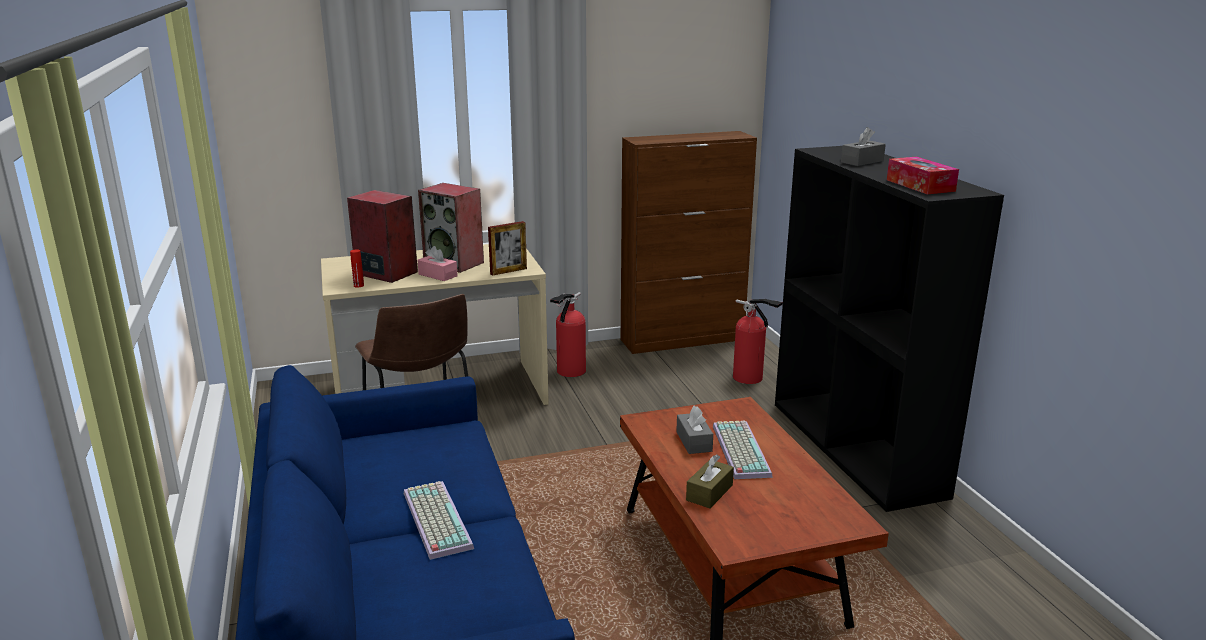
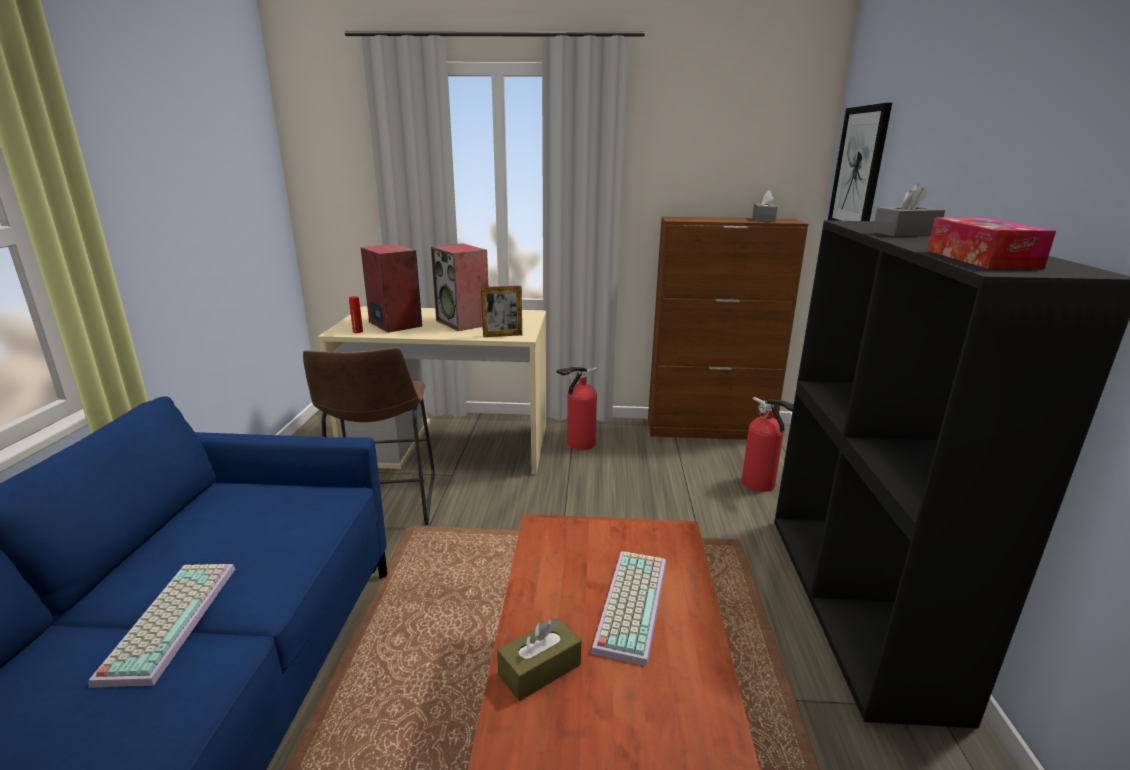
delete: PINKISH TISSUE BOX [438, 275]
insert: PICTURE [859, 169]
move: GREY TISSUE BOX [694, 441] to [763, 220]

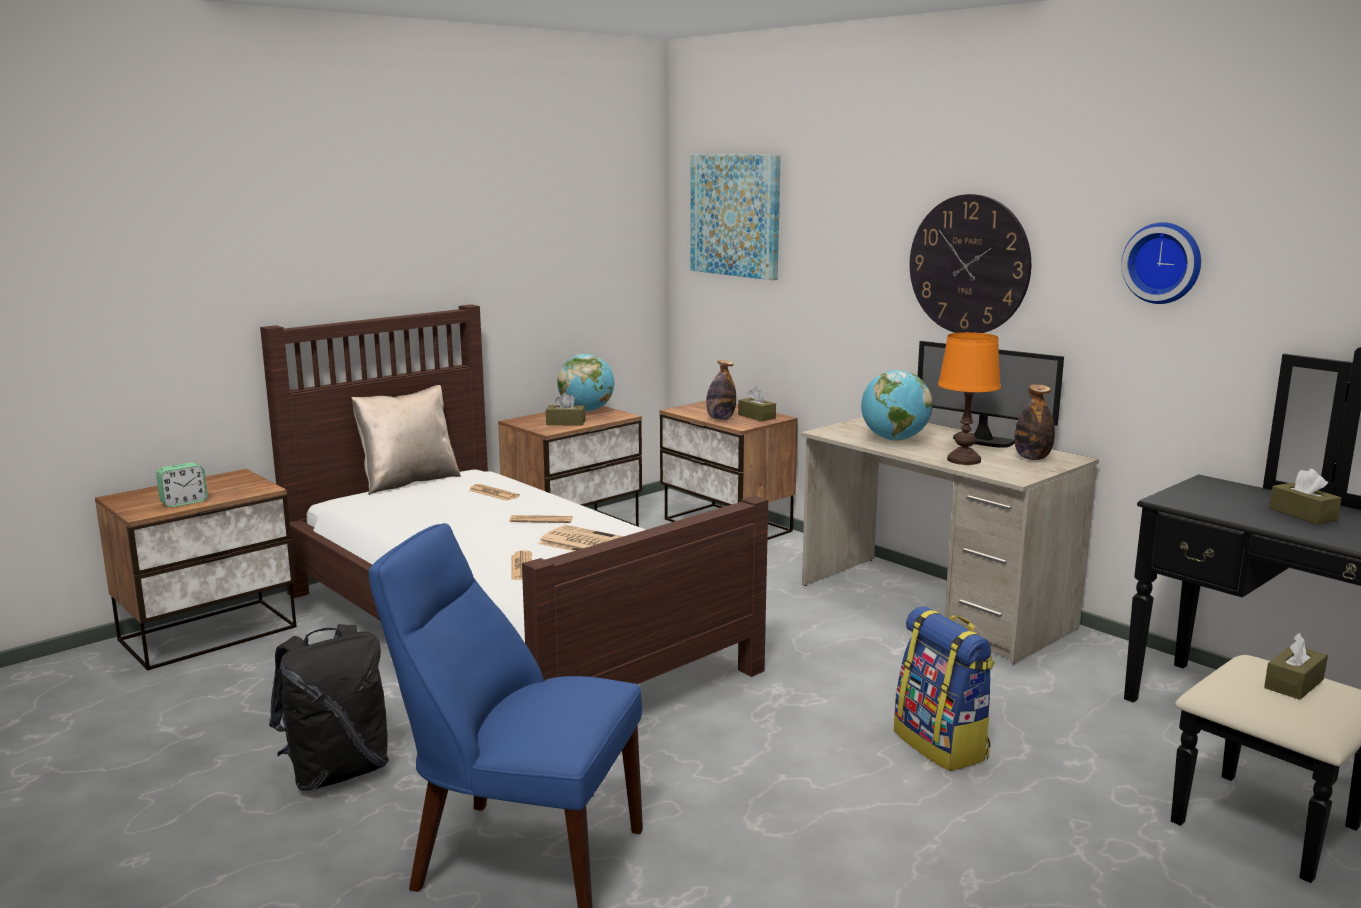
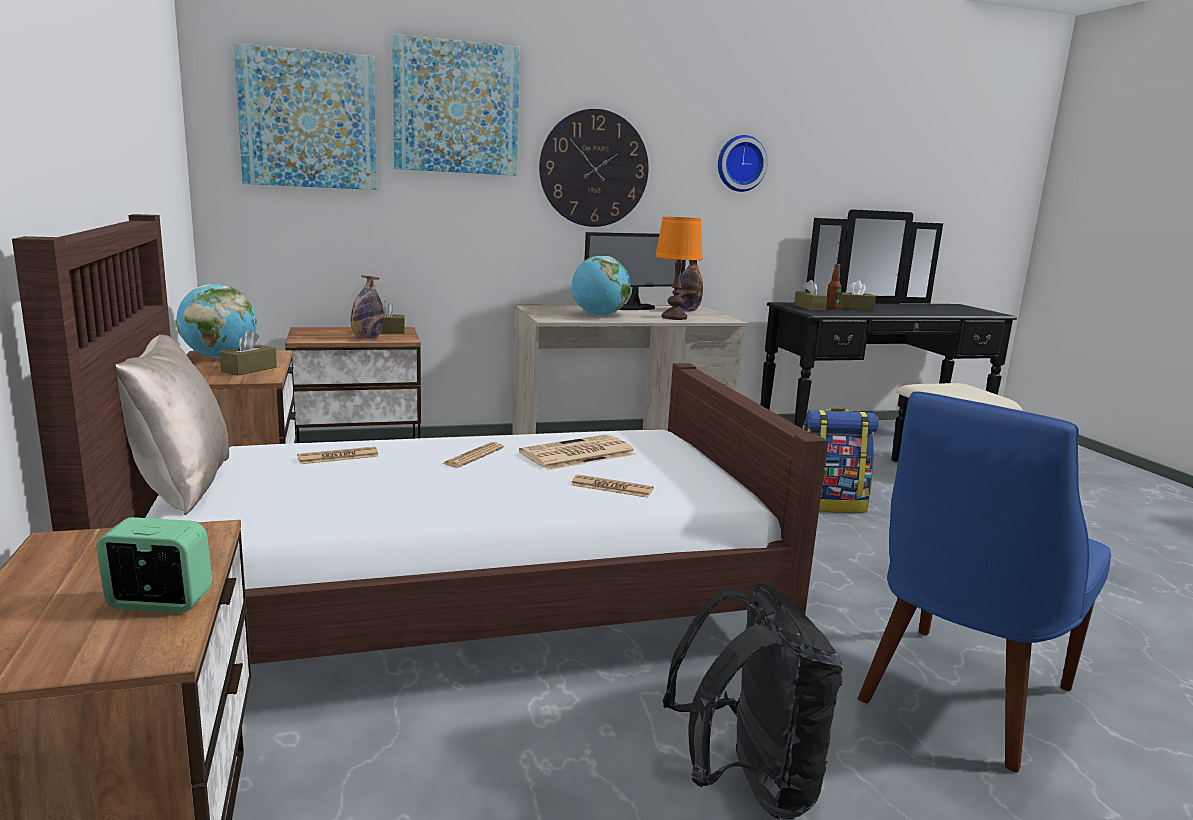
insert: PICTURE [456, 108]; BOTTLE [831, 308]
move: BROWN-COLOURED TISSUE BOX [1294, 684] to [809, 307]
rotate: ALARM CLOCK [184, 502] = [159, 602] 75 degrees counterclockwise

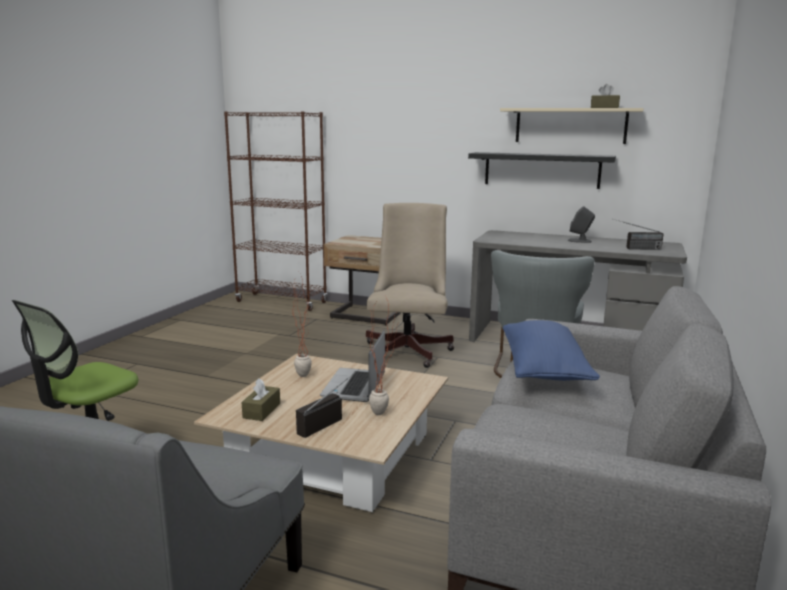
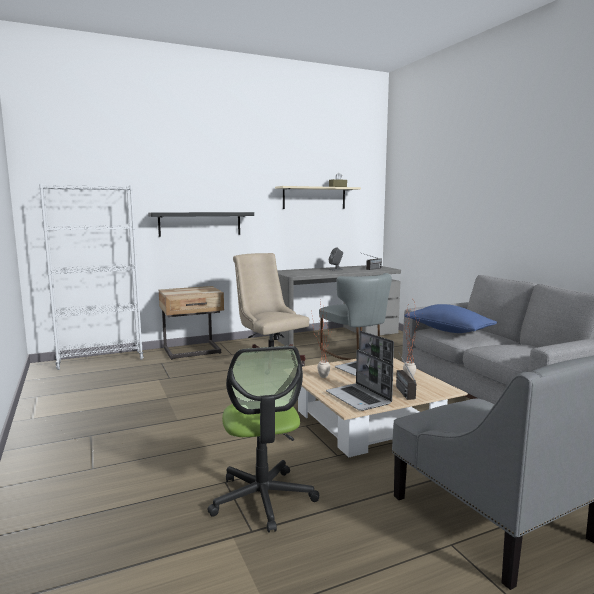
move: BLACK WALL SHELF [541, 170] to [200, 224]
replace: BROWN-COLOURED TISSUE BOX [261, 410] to PORTABLE COMPUTER [359, 398]
recolor: BROWN-COLOURED BOOKCASE [281, 302] to WHITE BOOKCASE [101, 360]

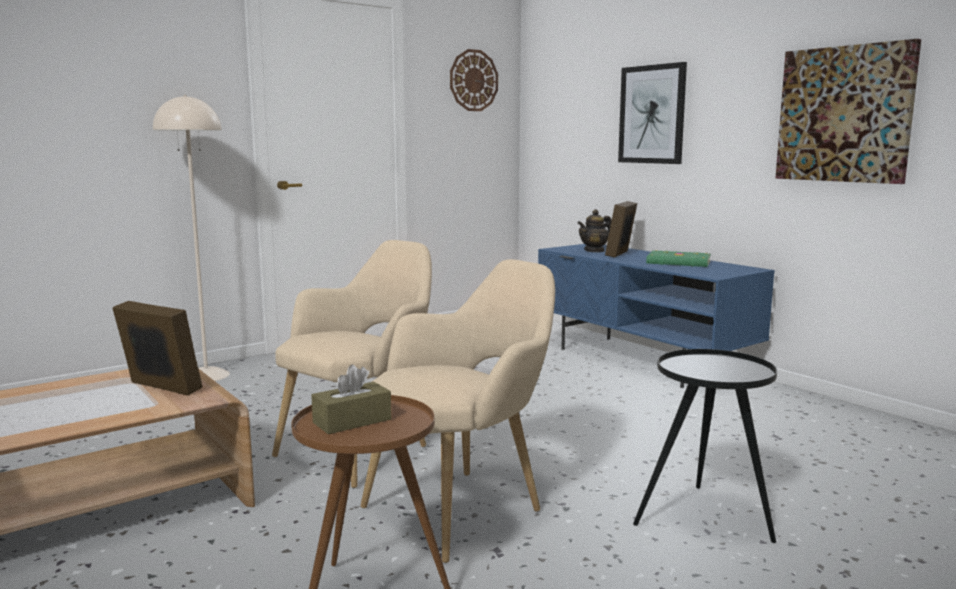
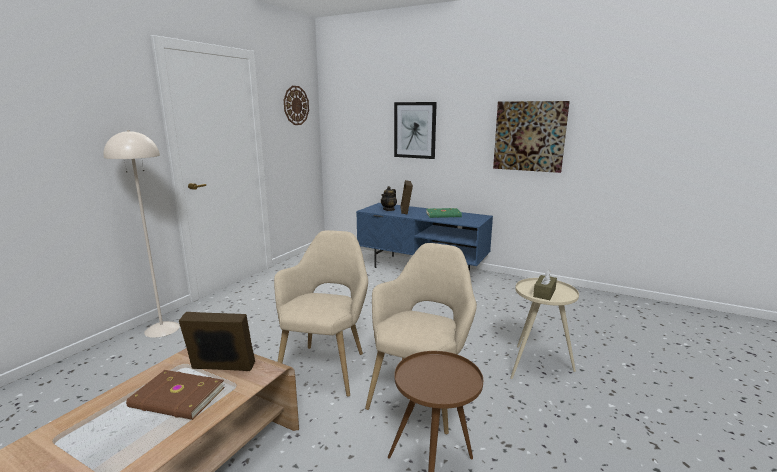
insert: BROWN-COLOURED BOUND BOOK [177, 398]
move: BROWN-COLOURED TISSUE BOX [352, 421] to [544, 293]
recolor: BLACK END TABLE [705, 520] to BEIGE END TABLE [537, 366]

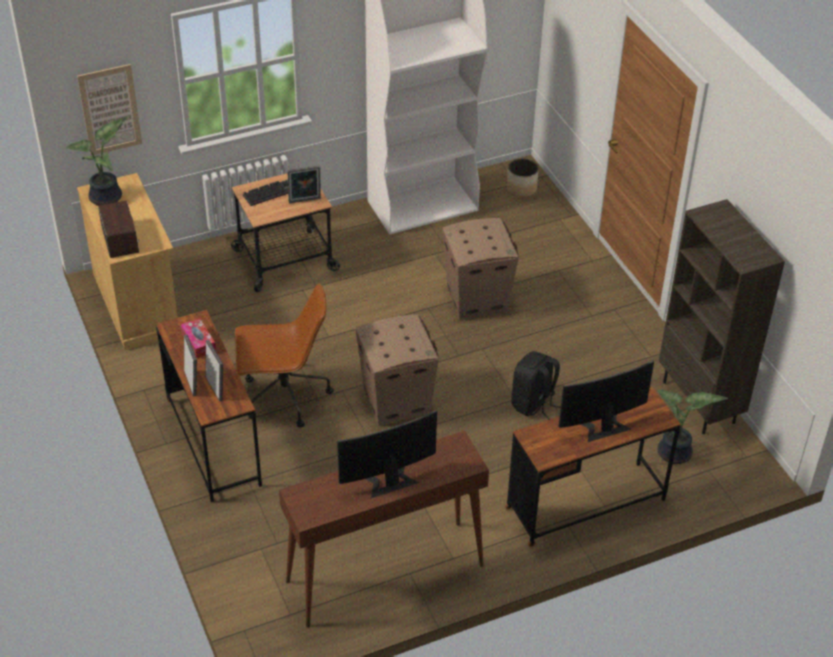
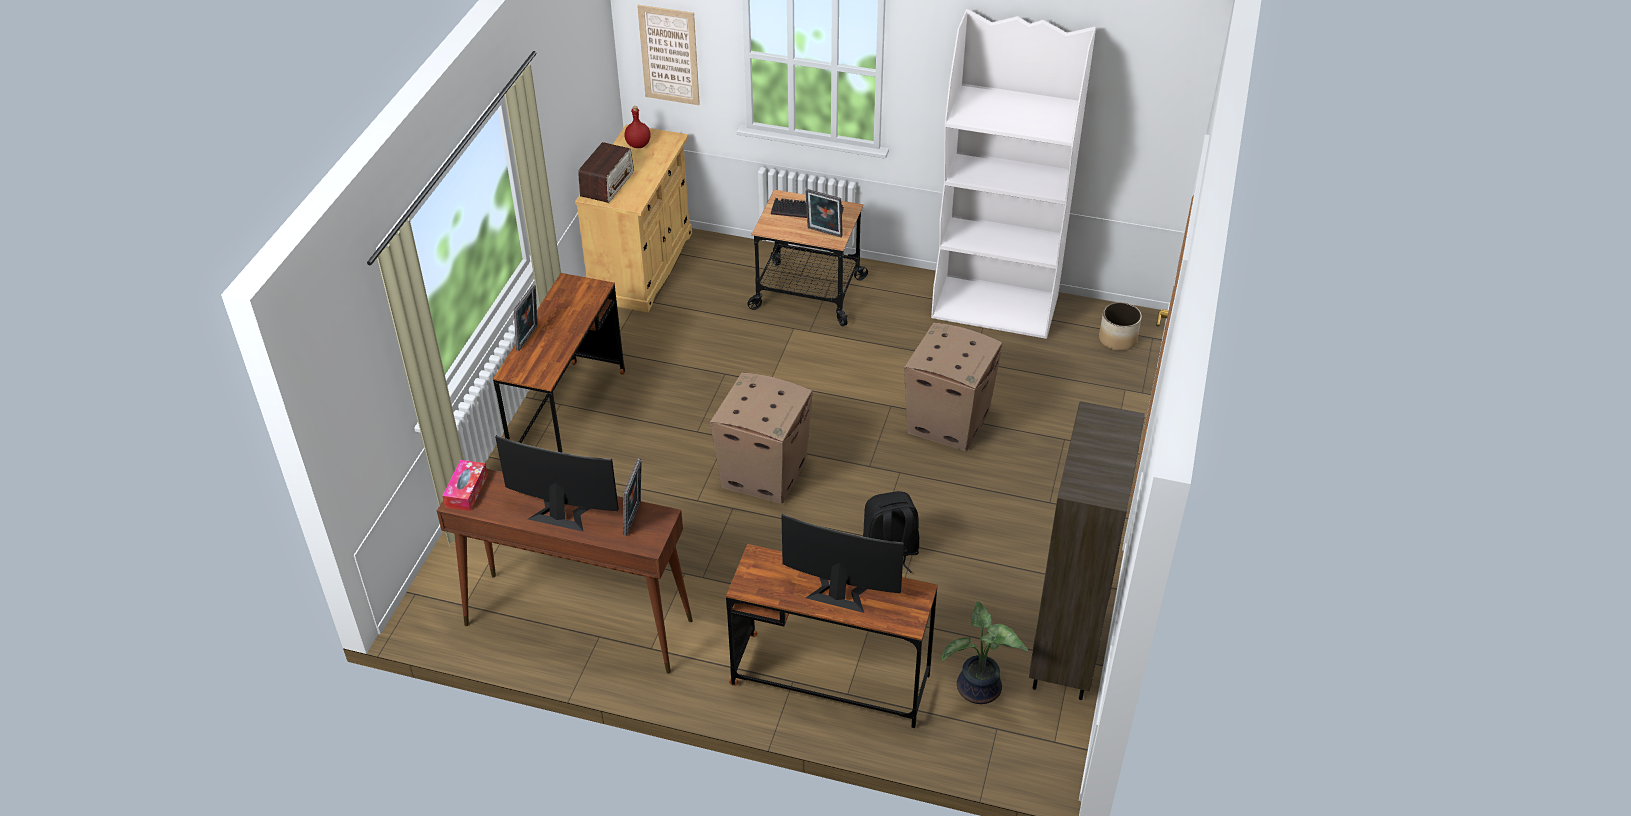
delete: BROWN-COLOURED COMPUTER CHAIR [284, 397]
move: TISSUE BOX [198, 343] to [466, 491]; PHOTO FRAME [216, 388] to [634, 518]
replace: HOUSEPLANT [108, 198] to RED-COLOURED BOTTLE [638, 145]

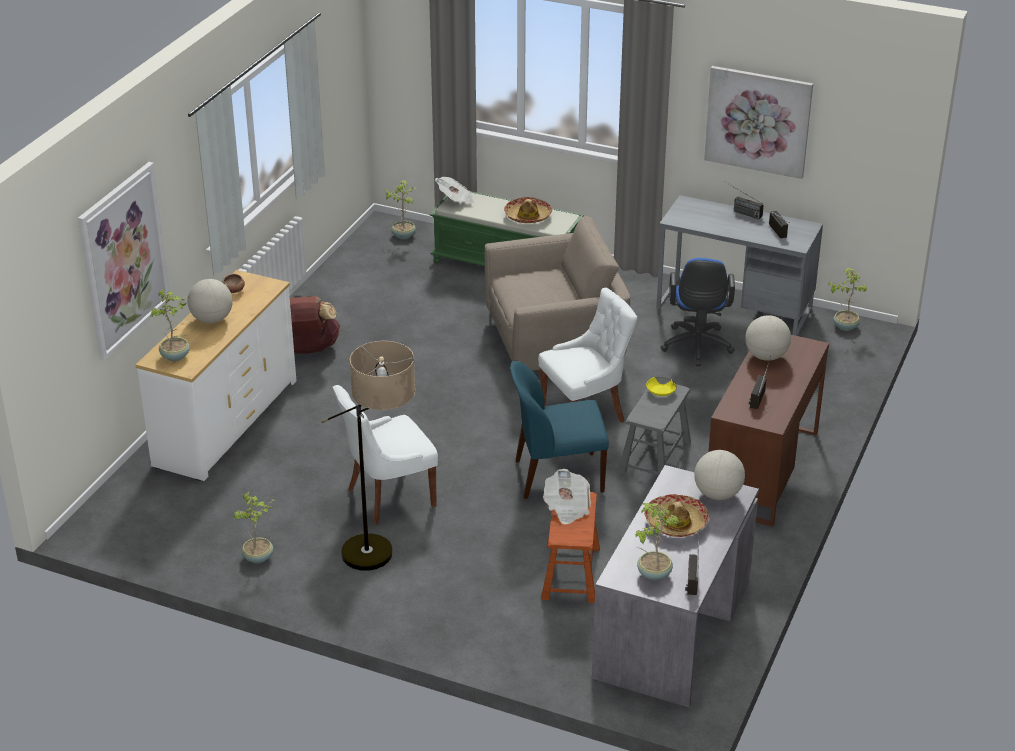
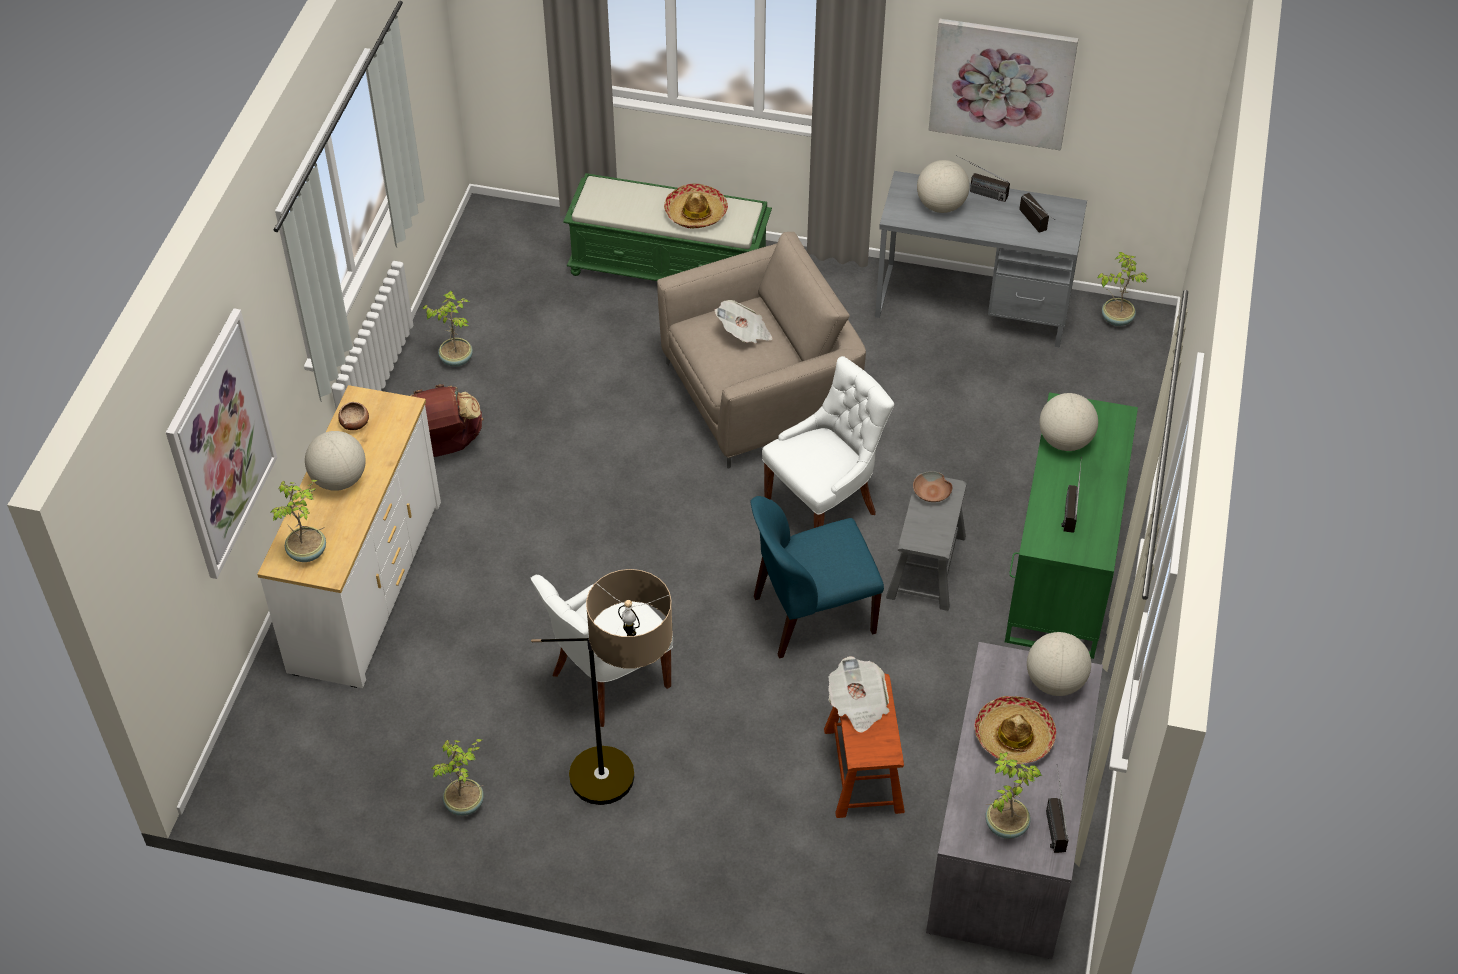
delete: BLUE COMPUTER CHAIR [696, 348]
insert: GLOBE [941, 206]
move: HOUSEPLANT [403, 235] to [456, 359]; DAILY PAPER [456, 200] to [744, 333]
recolor: YELLOW SERVING BOWL [661, 391] to BROWN-COLOURED SERVING BOWL [932, 492]; BROWN-COLOURED DESK [761, 470] to GREENISH DESK [1061, 569]

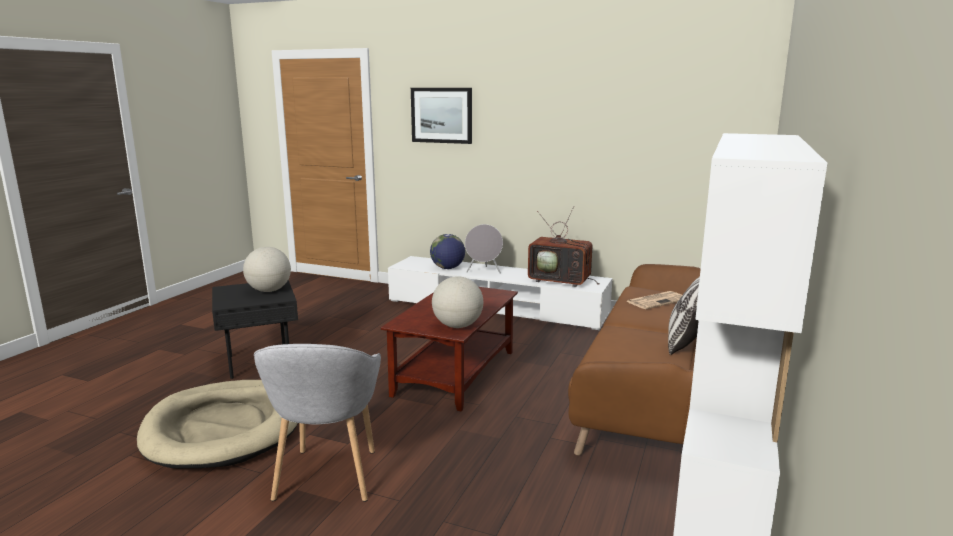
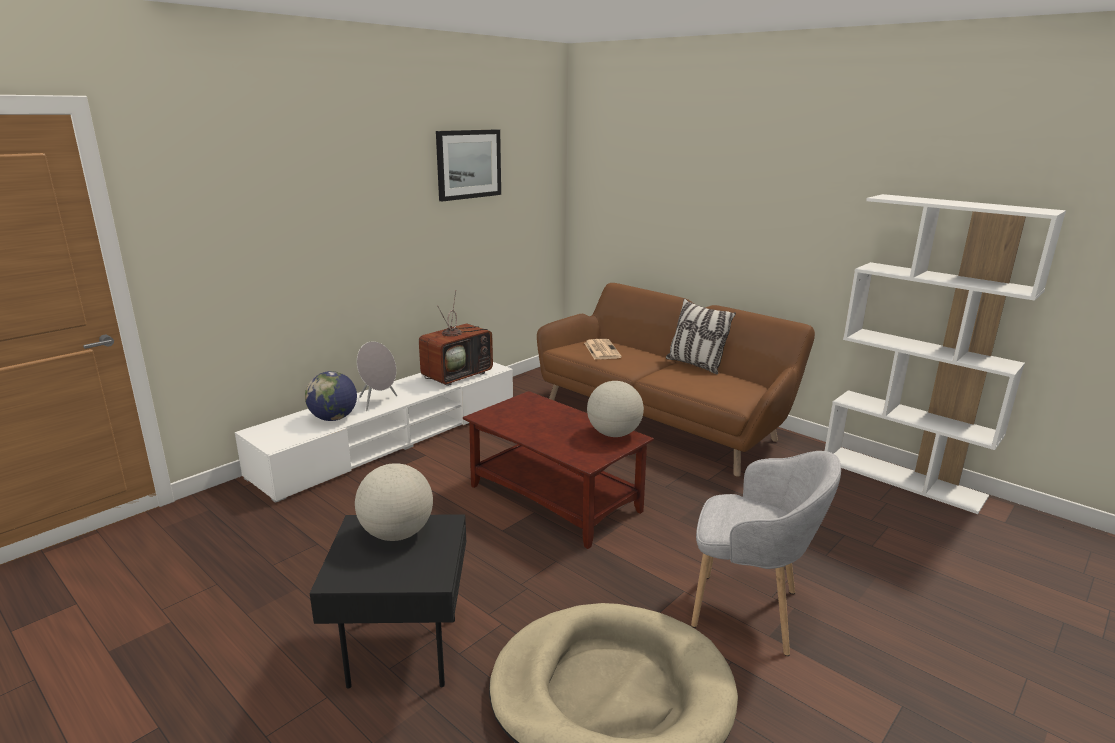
move: PICTURE [441, 115] to [468, 164]

